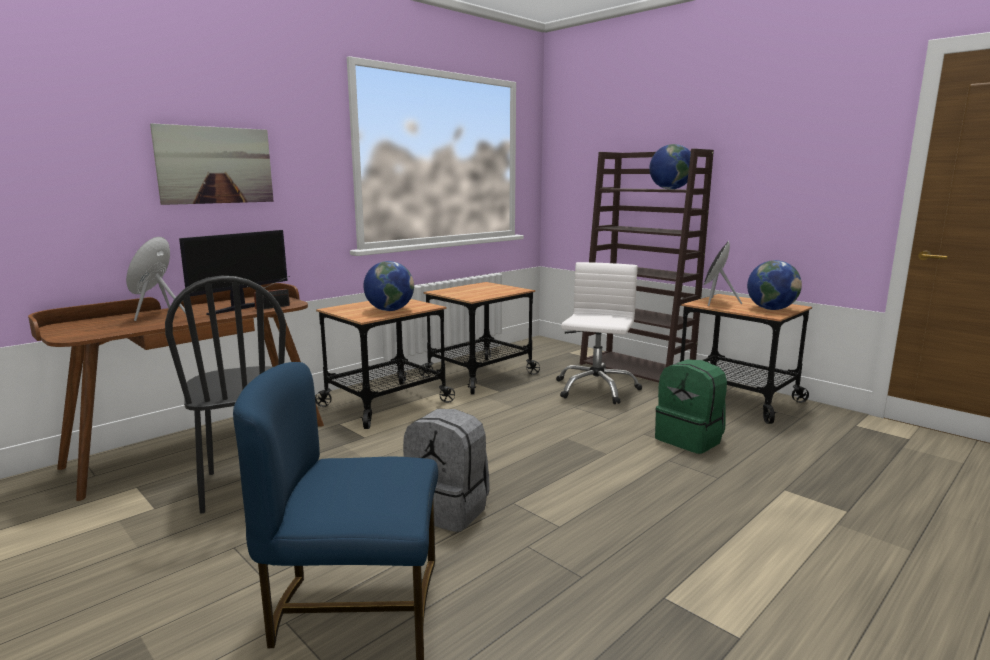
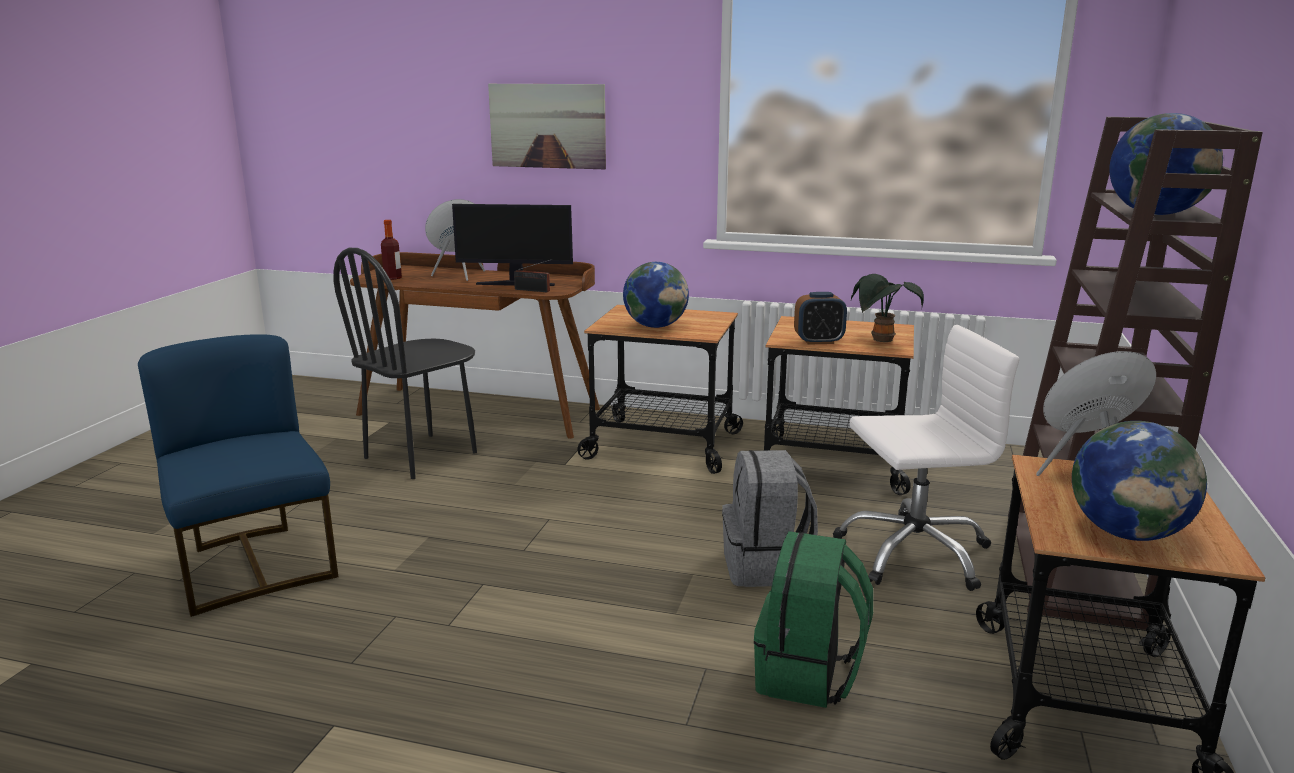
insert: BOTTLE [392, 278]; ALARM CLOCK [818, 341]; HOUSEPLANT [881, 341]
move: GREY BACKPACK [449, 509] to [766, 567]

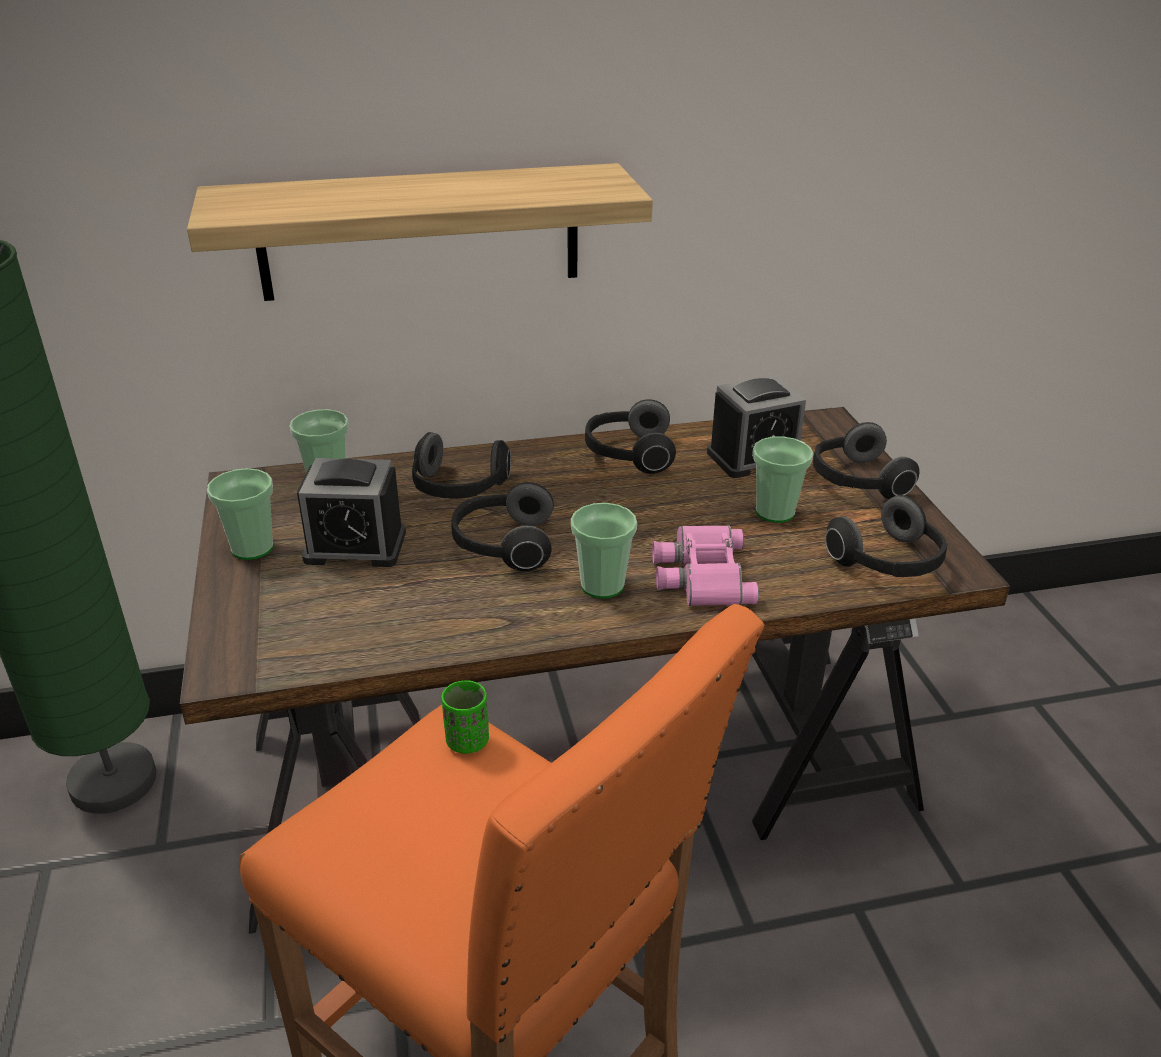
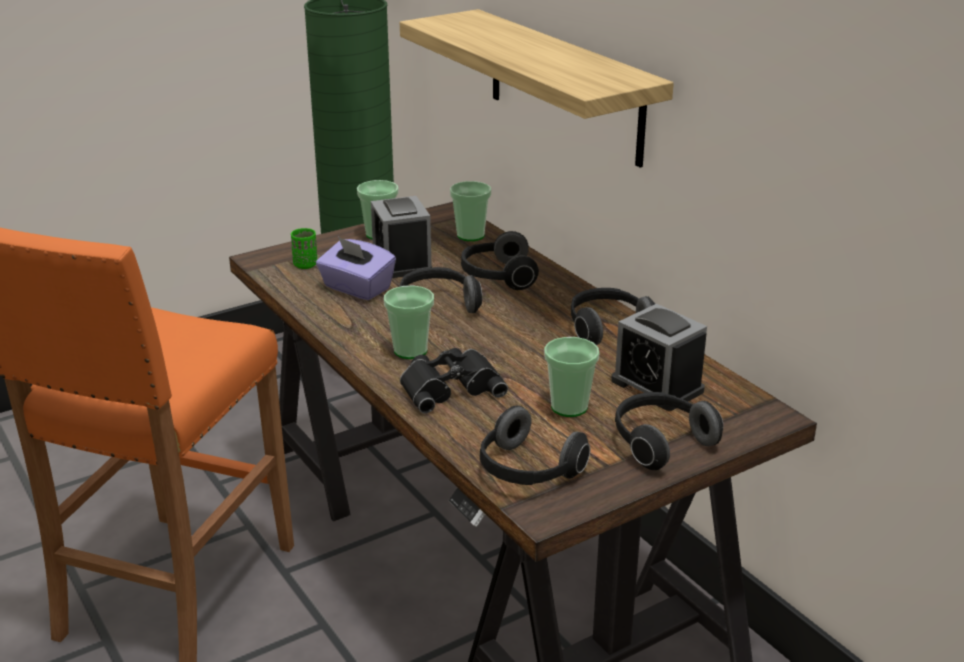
insert: PURPLISH TISSUE BOX [356, 288]
move: GREENISH SMALL CUP [467, 741] to [305, 265]
recolor: PINKISH FIELD GLASSES [700, 574] to BLACK FIELD GLASSES [450, 386]

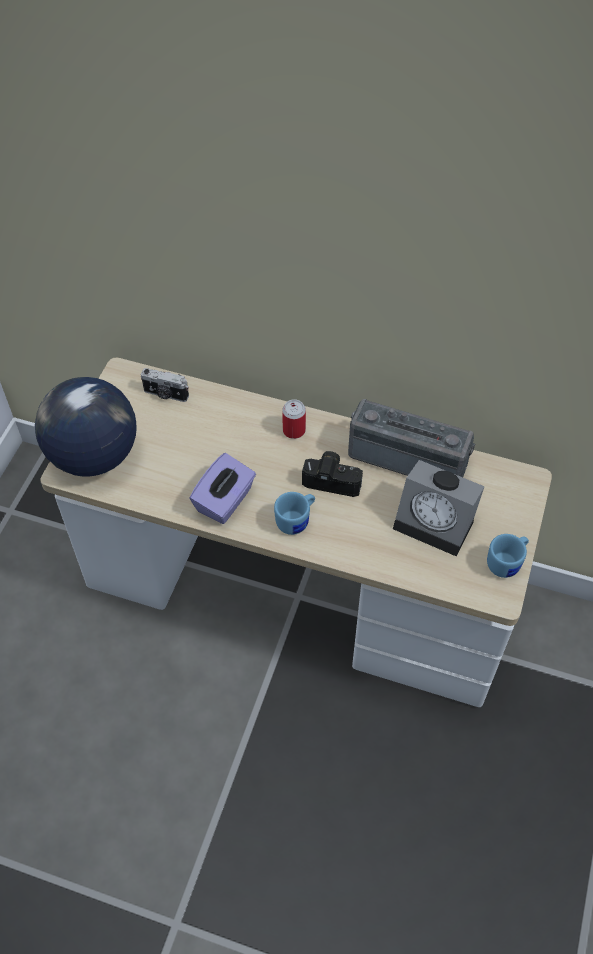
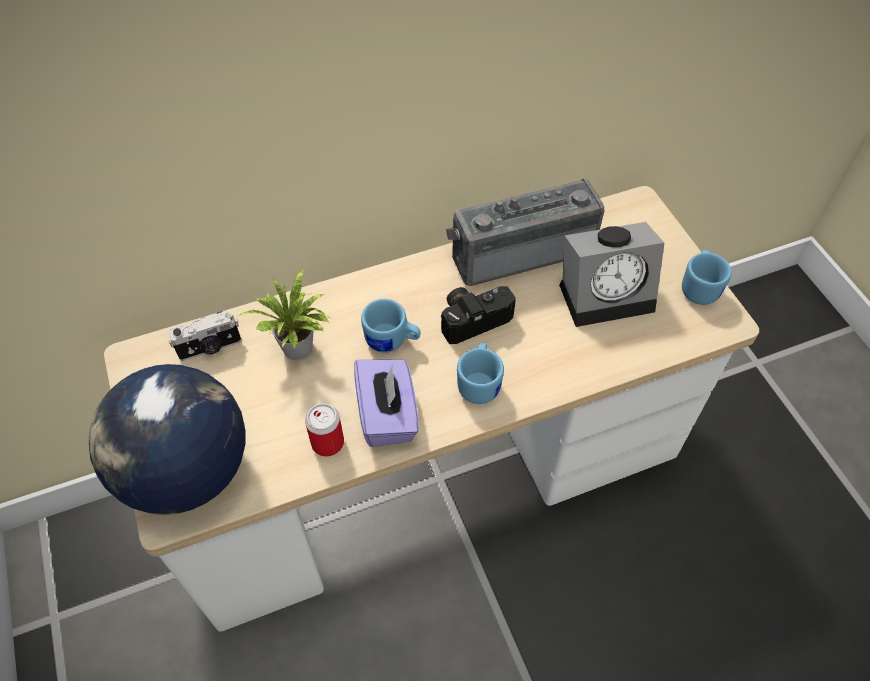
insert: HOUSEPLANT [300, 351]; BLUE TEA MUG [392, 341]
move: CAN [294, 430] to [327, 442]

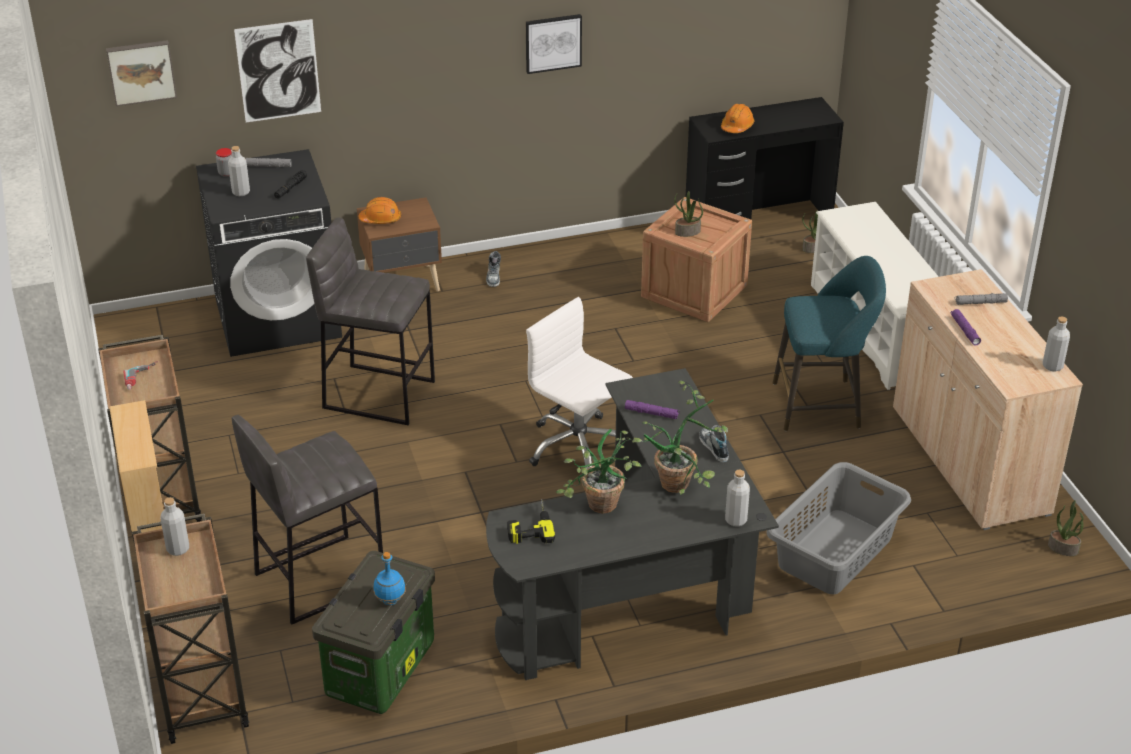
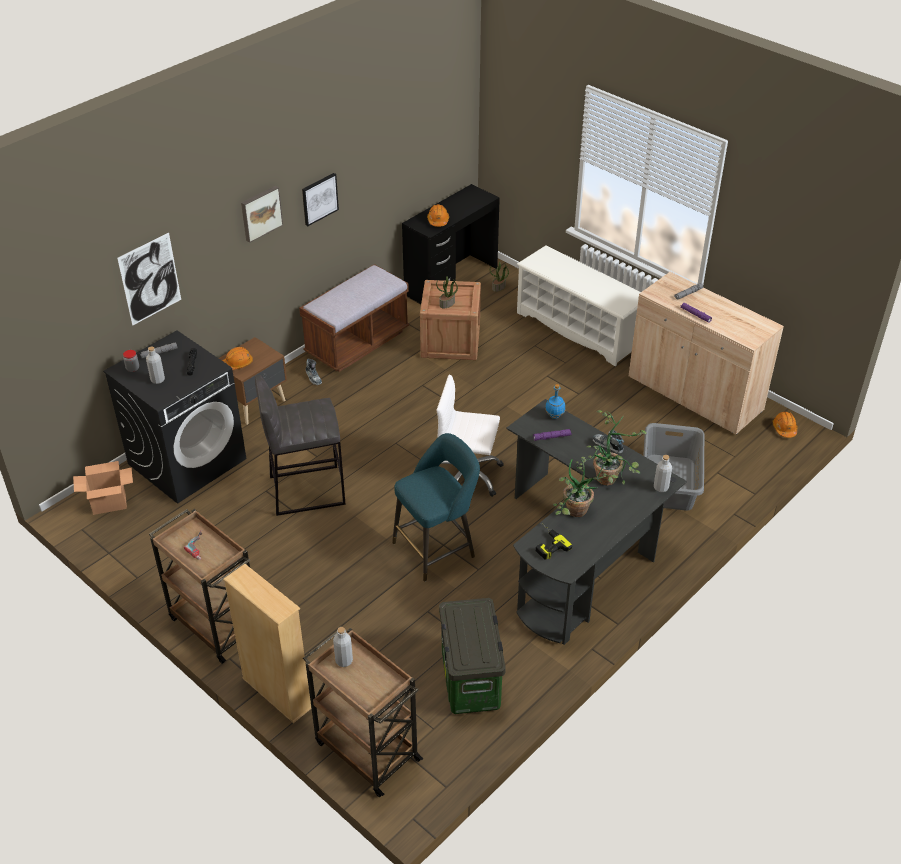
delete: GREY STOOL [318, 578]; GREY BOTTLE [1052, 366]
insert: CARTON [110, 503]; BROWN-COLOURED INDOOR BENCH [357, 343]
move: PICTURE [141, 71] to [260, 213]; BLUE BOTTLE [390, 601] to [554, 416]; TURQUOISE STOOL [822, 405] to [437, 548]
replace: HOUSEPLANT [1063, 548] to ORANGE-COLOURED HARD HAT [784, 428]

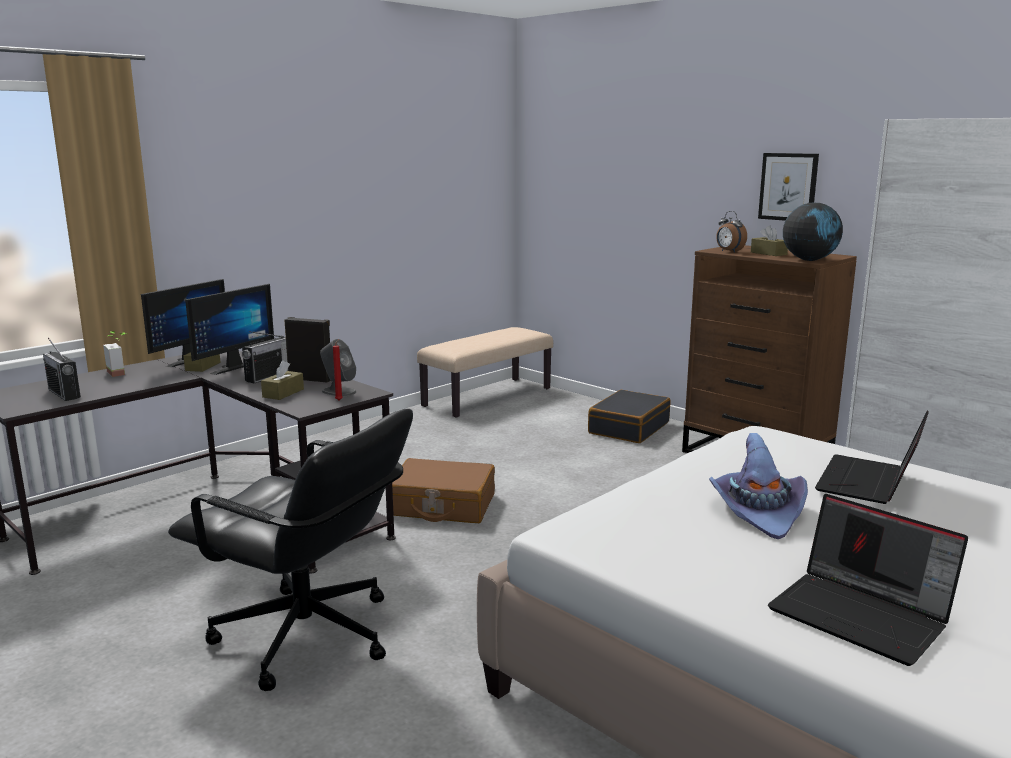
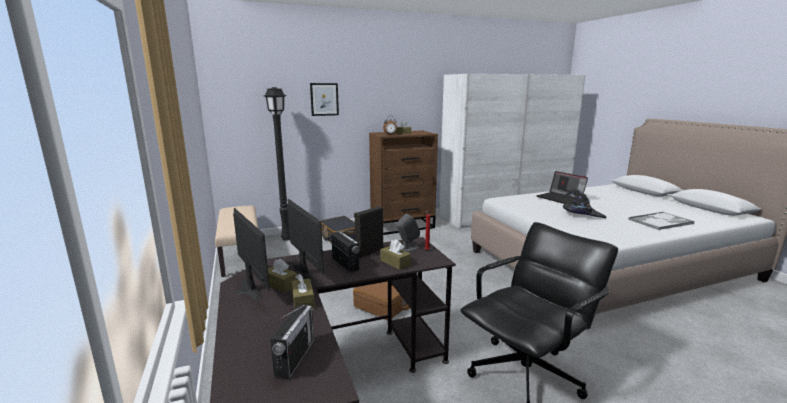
delete: HOUSEPLANT [121, 372]; GLOBE [809, 260]
insert: BLACK STANDARD LAMP [287, 238]; BROWN-COLOURED TISSUE BOX [303, 301]
move: PICTURE [788, 187] to [324, 99]
replace: PORTABLE COMPUTER [862, 615] to TRAY [661, 221]
recolor: PURPLISH CLOTHING HAT [758, 511] to BLACK CLOTHING HAT [581, 215]
rotate: RADIO SET [64, 394] = [295, 358] 60 degrees counterclockwise

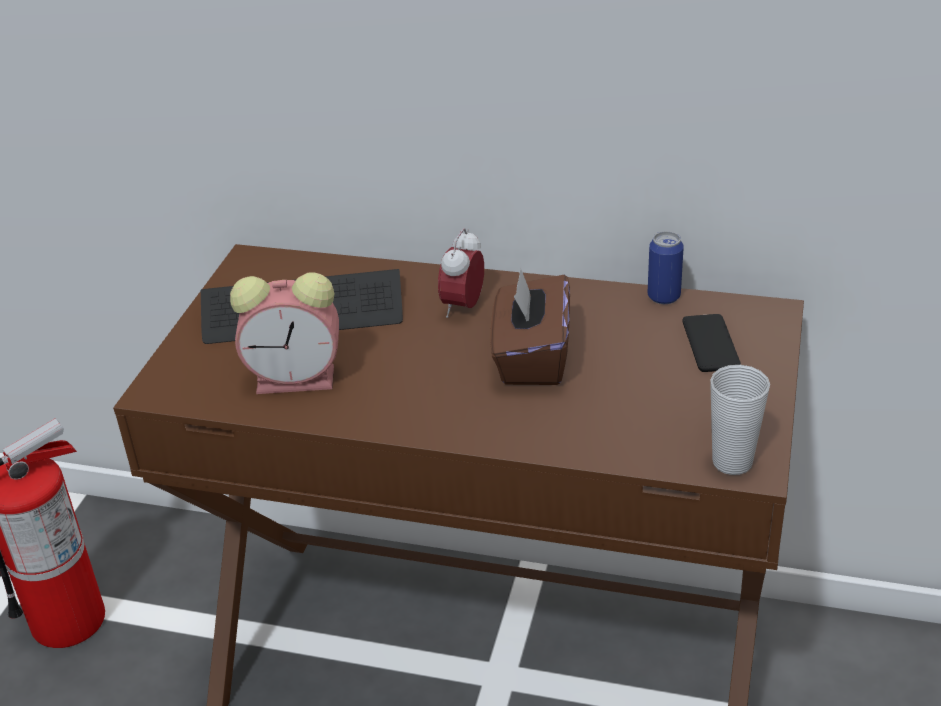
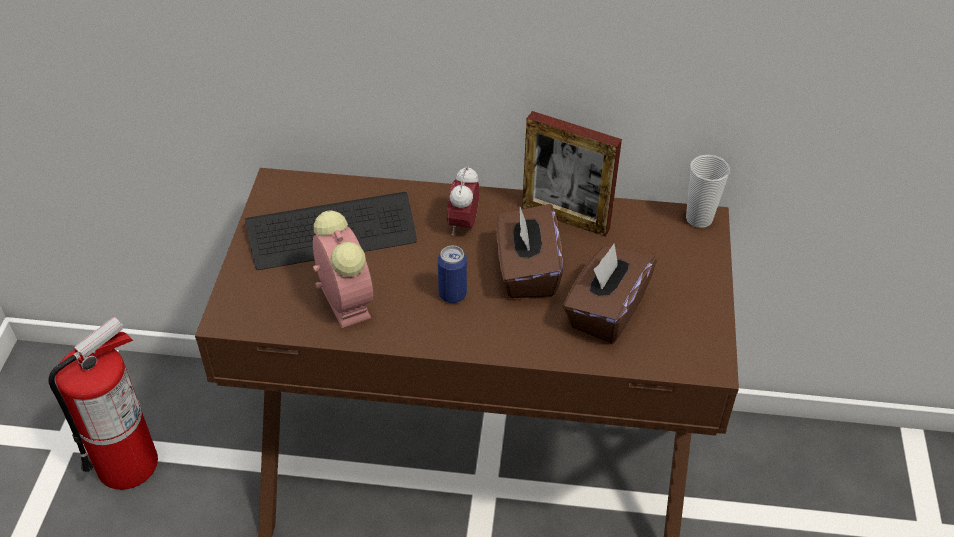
delete: HANDSET [710, 344]
insert: PHOTO FRAME [565, 218]; BROWN-COLOURED TISSUE BOX [606, 311]
move: CAN [663, 297] to [452, 294]; SMALL CUP [732, 462] to [699, 219]
rotate: ALARM CLOCK [299, 378] = [343, 300] 105 degrees counterclockwise

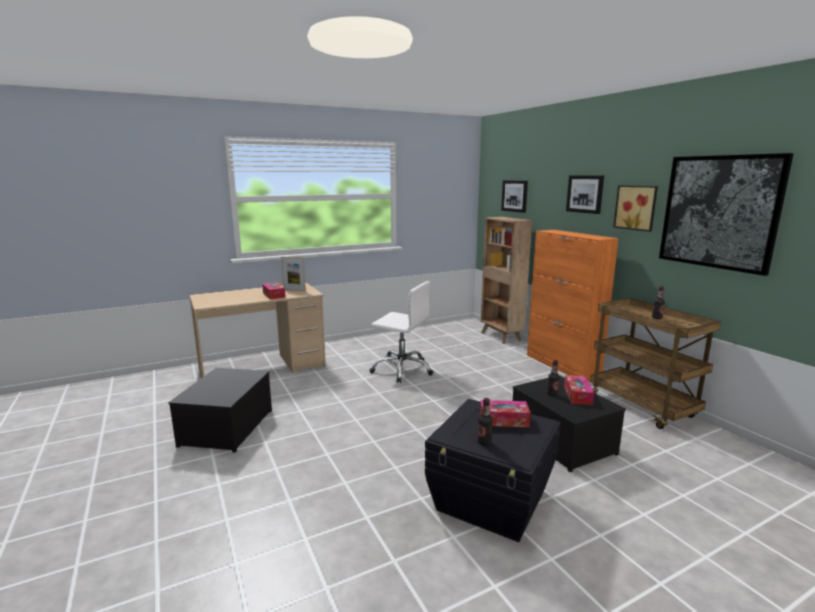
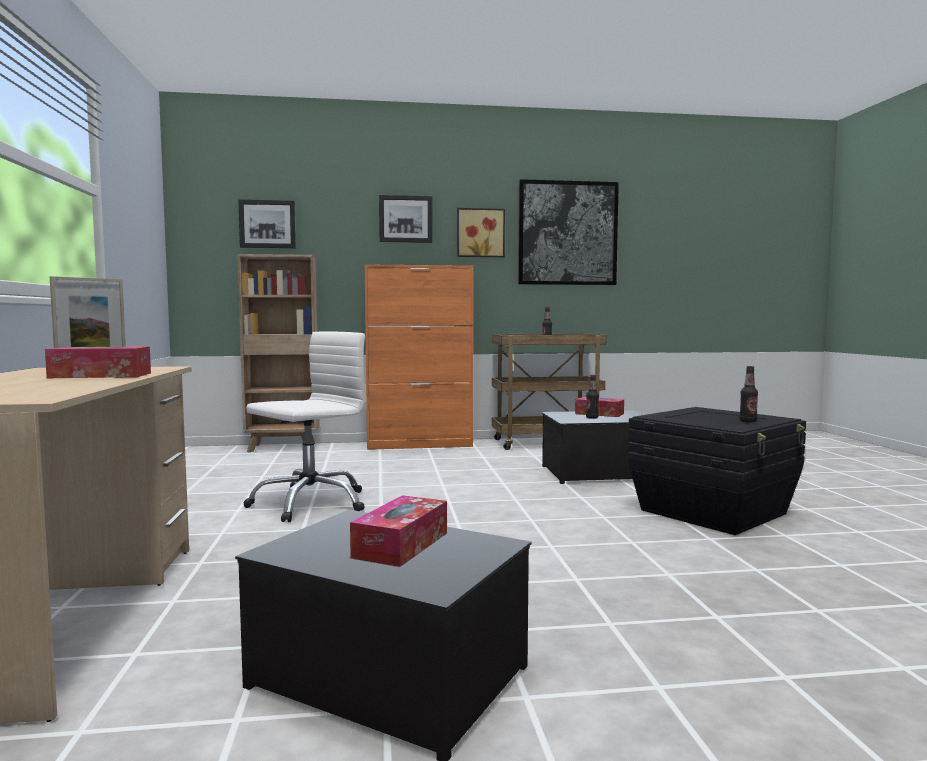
move: TISSUE BOX [504, 420] to [401, 545]

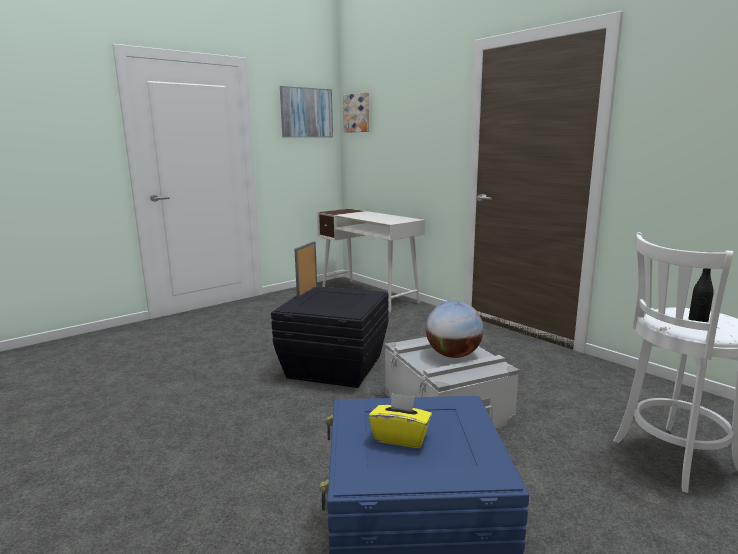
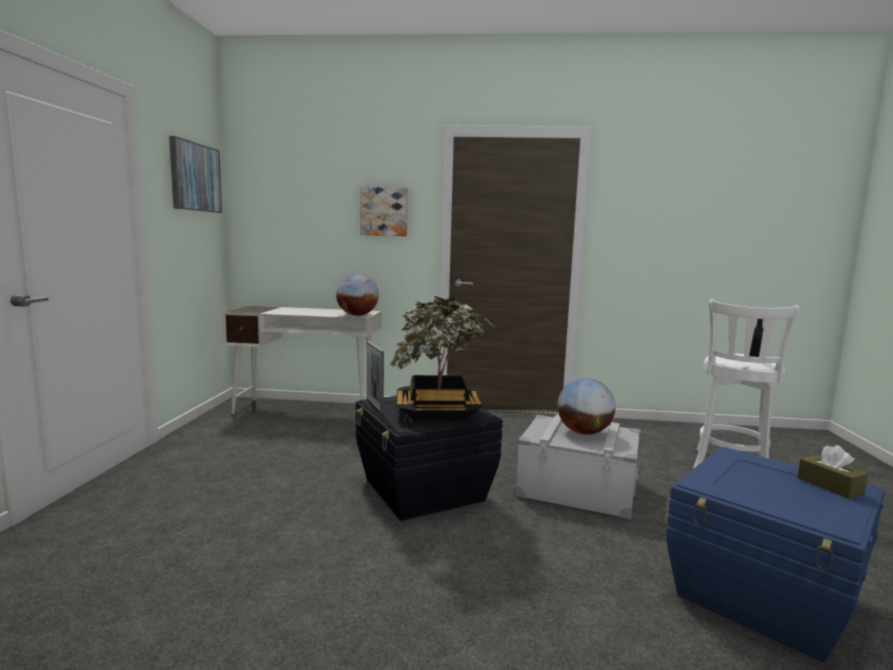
delete: YELLOW TISSUE BOX [401, 437]
insert: GLOBE [357, 315]; HOUSEPLANT [438, 412]; BROWN-COLOURED TISSUE BOX [829, 485]
move: PICTURE [357, 113] to [384, 211]

